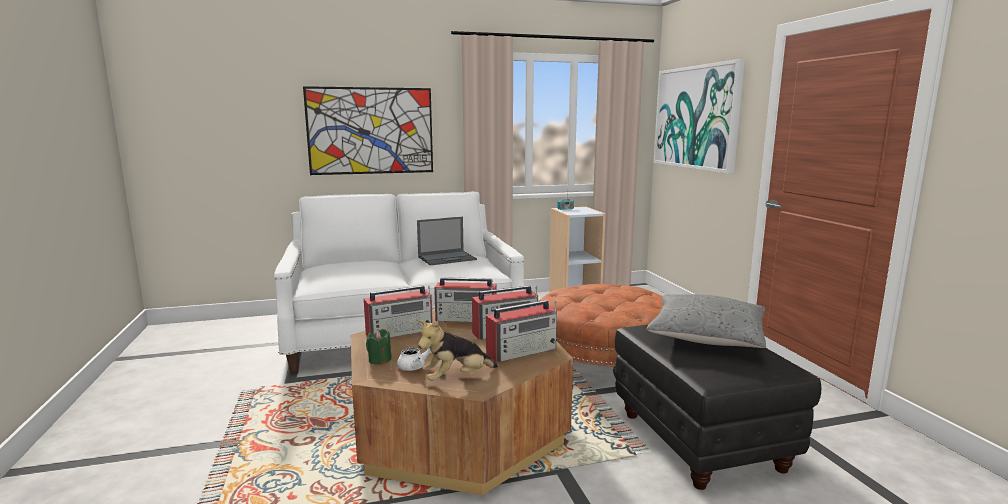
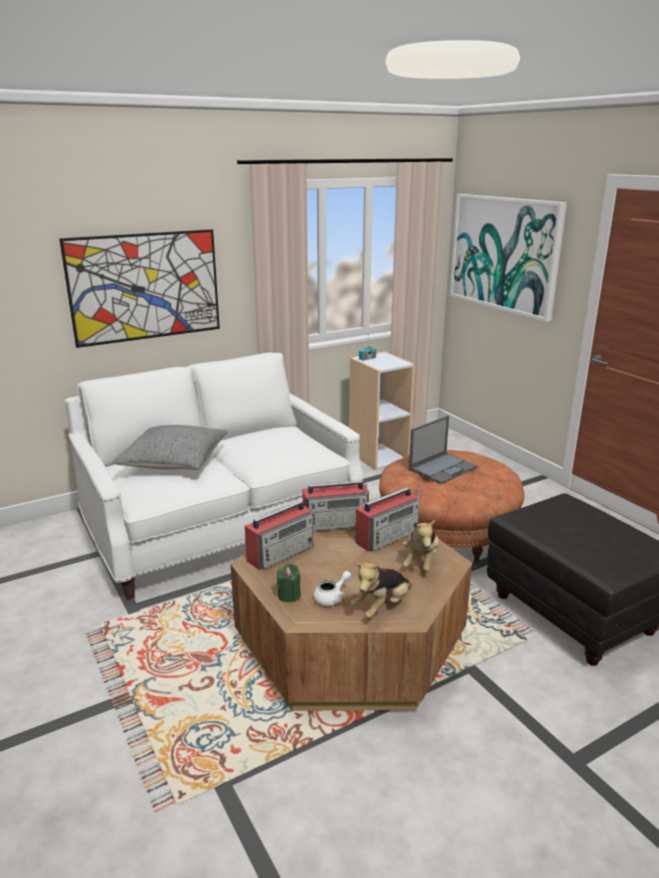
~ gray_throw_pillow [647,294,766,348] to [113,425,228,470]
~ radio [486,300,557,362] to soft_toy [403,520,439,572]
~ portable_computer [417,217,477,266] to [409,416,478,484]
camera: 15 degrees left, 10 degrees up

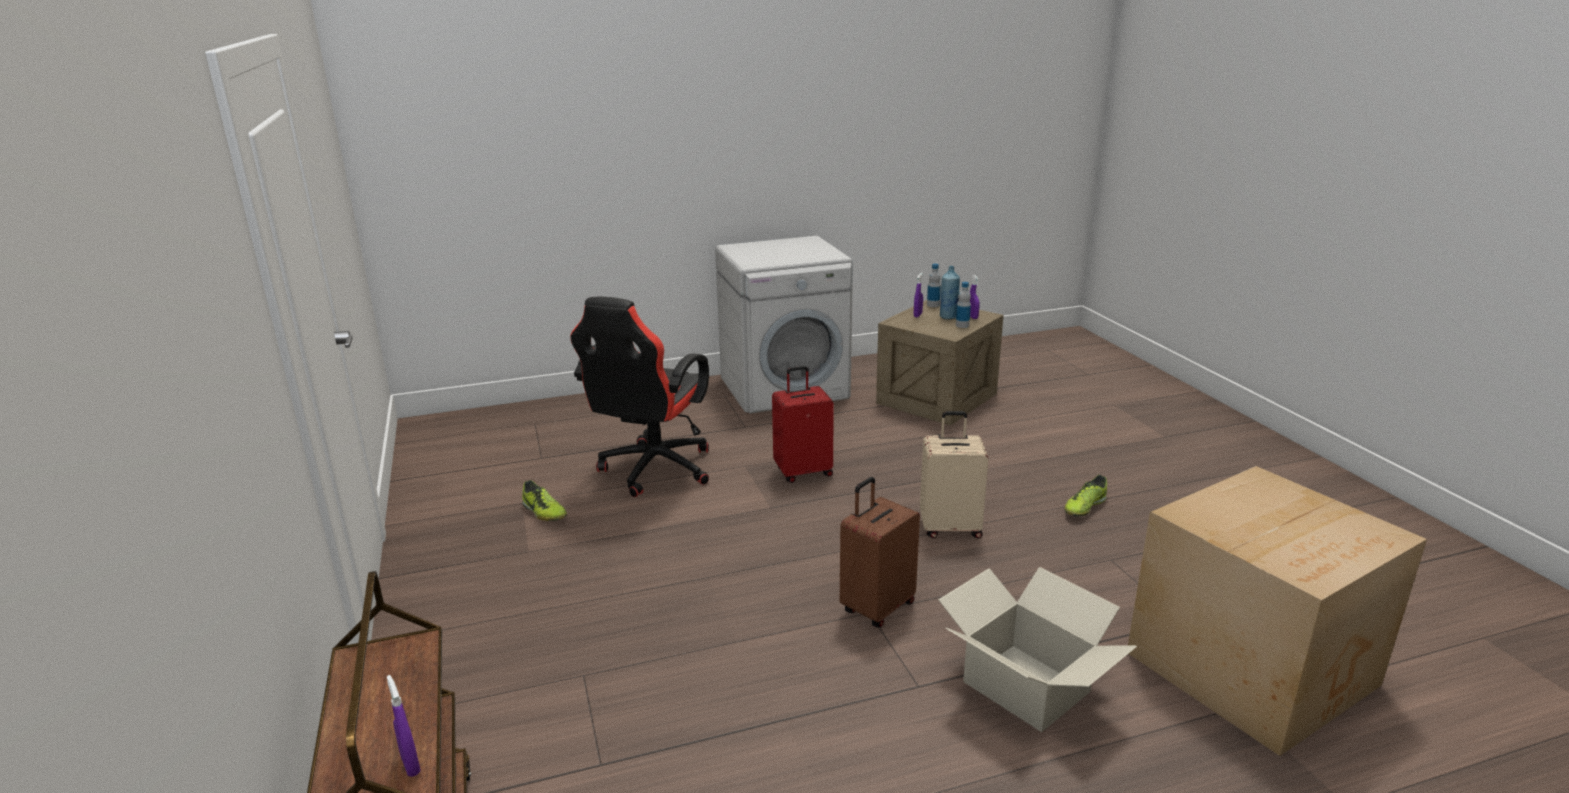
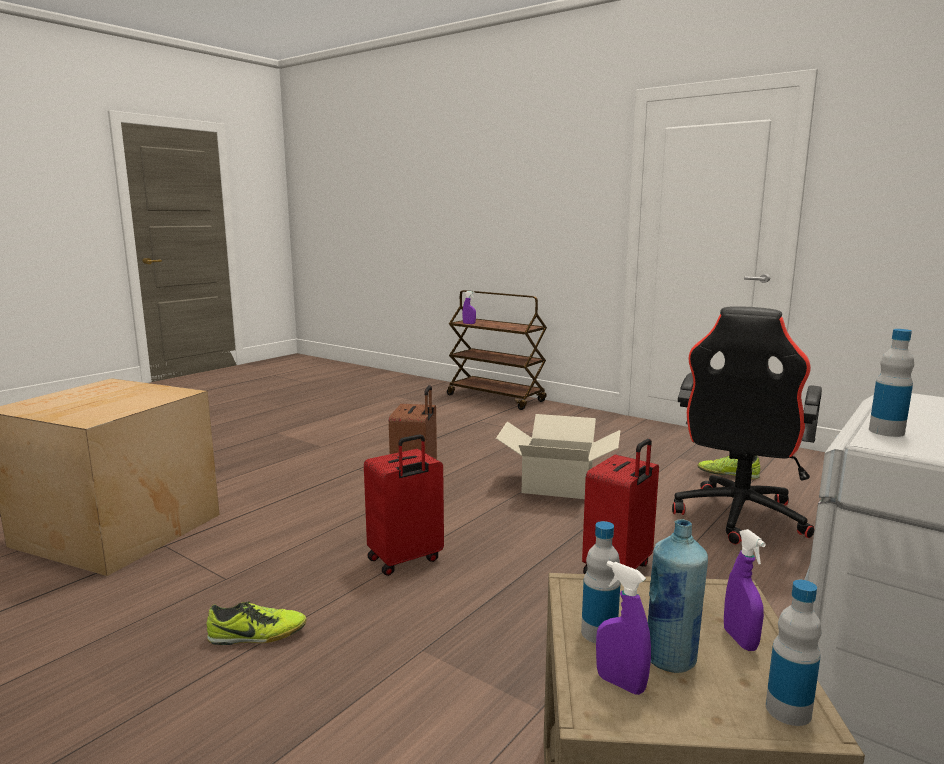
~ item_of_footwear [1064,475,1107,516] = [207,601,307,645] 75 degrees clockwise
~ sand-coloured_travel_case [920,411,988,539] to reddish_travel_case [364,434,444,576]
~ packing_box [938,567,1137,732] to [496,414,621,499]
~ black_computer_chair [570,297,709,497] = [672,306,822,544] 135 degrees counterclockwise
+ drink_bottle [869,329,914,437]
camera: 145 degrees right, 10 degrees down

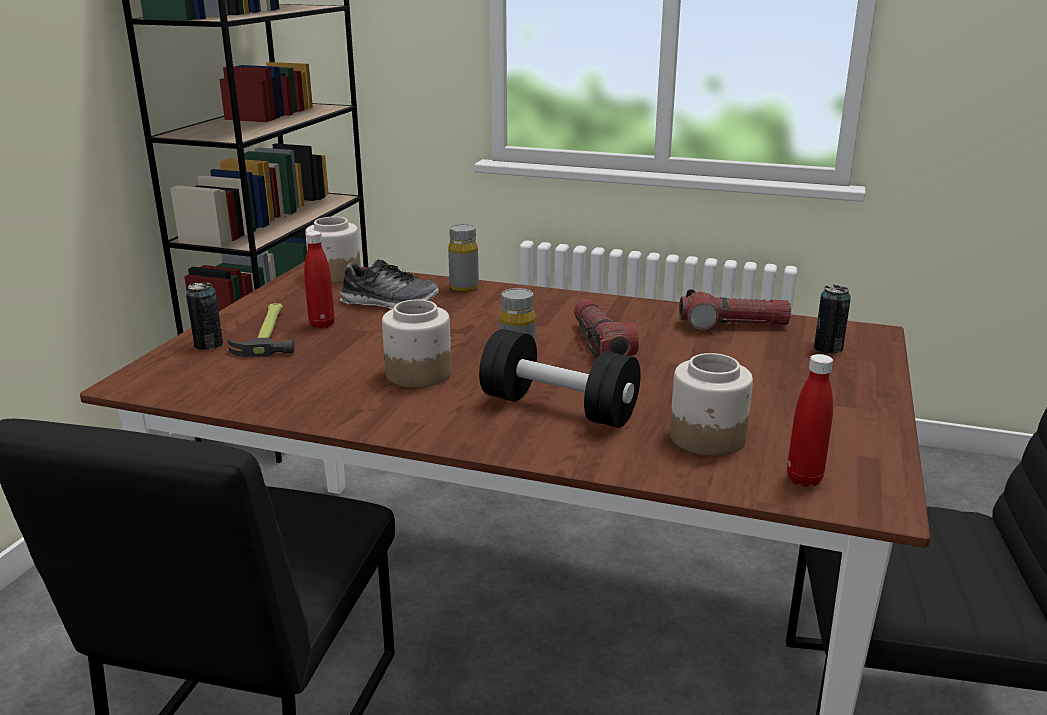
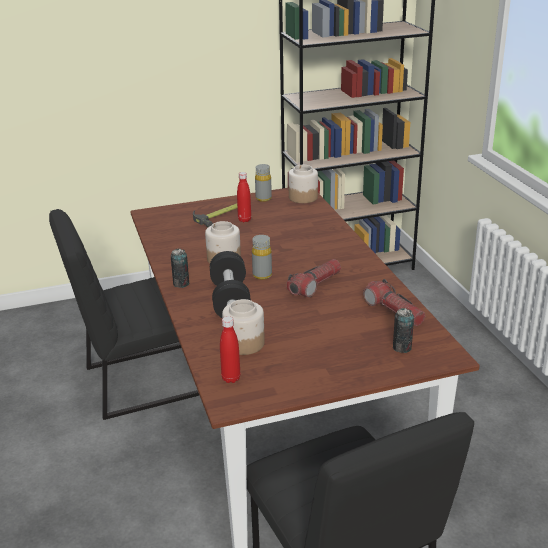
~ metal_can [186,282,223,350] to [171,249,189,288]
~ gray_drink_bottle [448,224,479,292] to [255,164,272,202]
- item_of_footwear [340,259,439,309]
camera: 55 degrees right, 5 degrees up

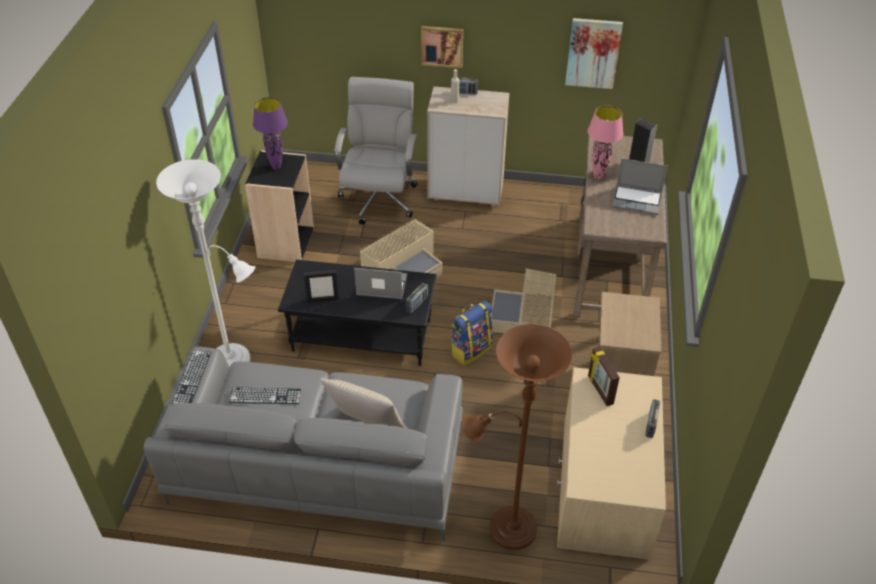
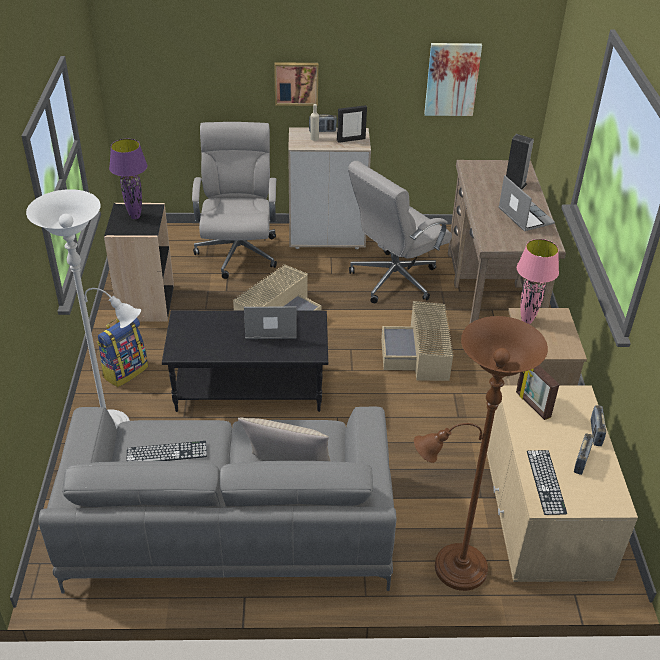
~ knapsack [450,301,493,366] to [97,318,148,387]
~ photo_frame [304,270,339,303] to [337,105,367,143]
+ gray_computer_chair [348,161,452,303]
~ portable_computer [612,158,668,215] = [499,175,555,231] 120 degrees counterclockwise
~ pink-coloured_lamp_for_a_table [588,106,623,179] to [517,239,559,324]
~ keyboard [172,350,211,404] to [527,450,567,515]
~ radio [406,283,428,313] to [574,433,594,475]
camera: 10 degrees left, 5 degrees down

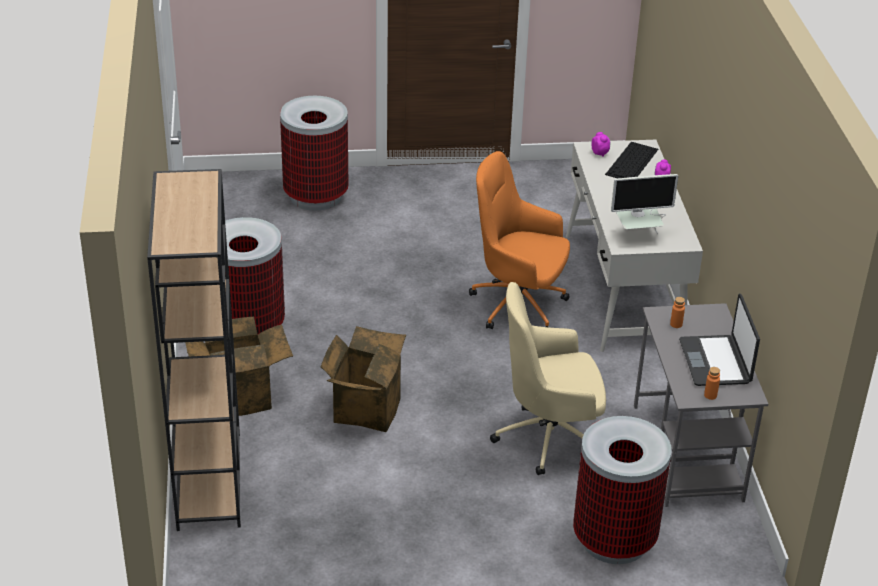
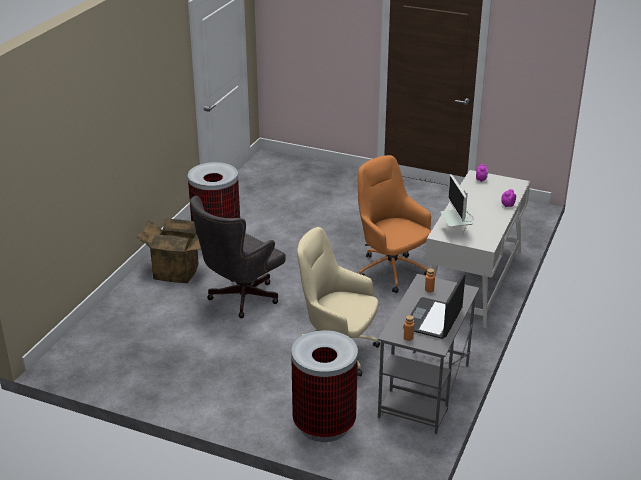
~ packing_box [321,326,406,432] to gray_computer_chair [190,196,286,318]
~ computer_screen [611,174,678,234] = [441,174,473,240] 60 degrees clockwise
- bookcase [147,169,241,531]
- trash_can [280,96,349,211]
- keyboard [605,142,658,178]
camera: 30 degrees right, 5 degrees down

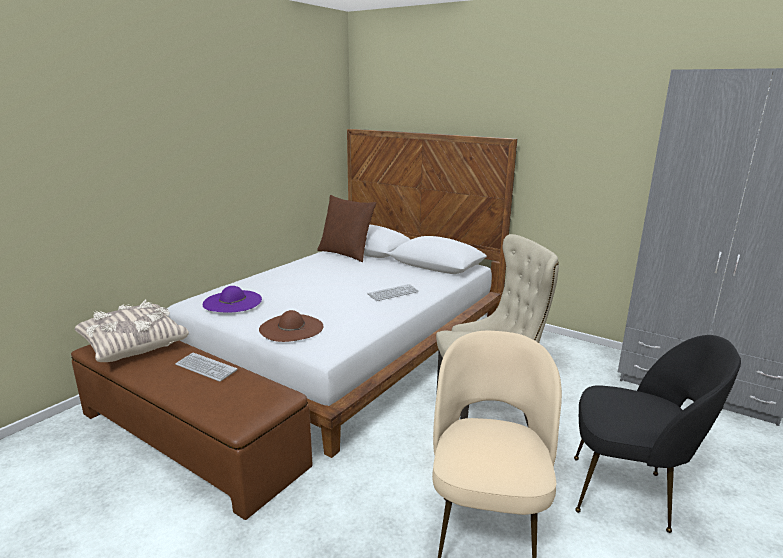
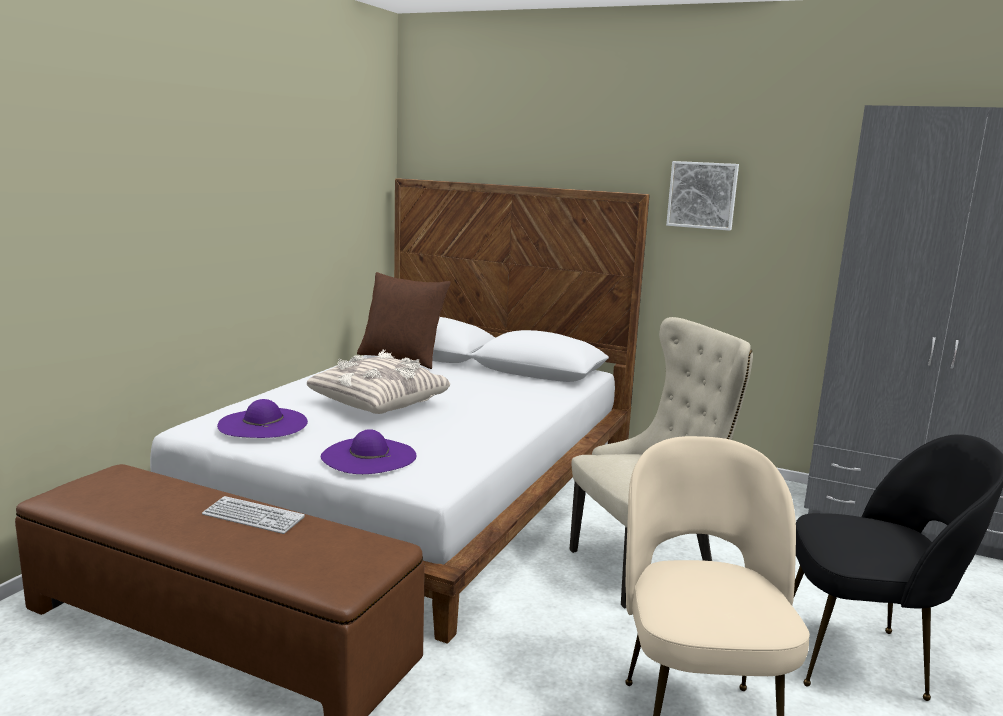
~ sand-coloured_throw_pillow [75,300,189,362] to [307,349,450,414]
~ brown-coloured_wearable_hat [259,310,323,342] to purple-coloured_wearable_hat [321,429,417,474]
+ wall_picture [666,161,739,231]
- keyboard [367,284,419,301]
camera: 10 degrees left, 5 degrees down

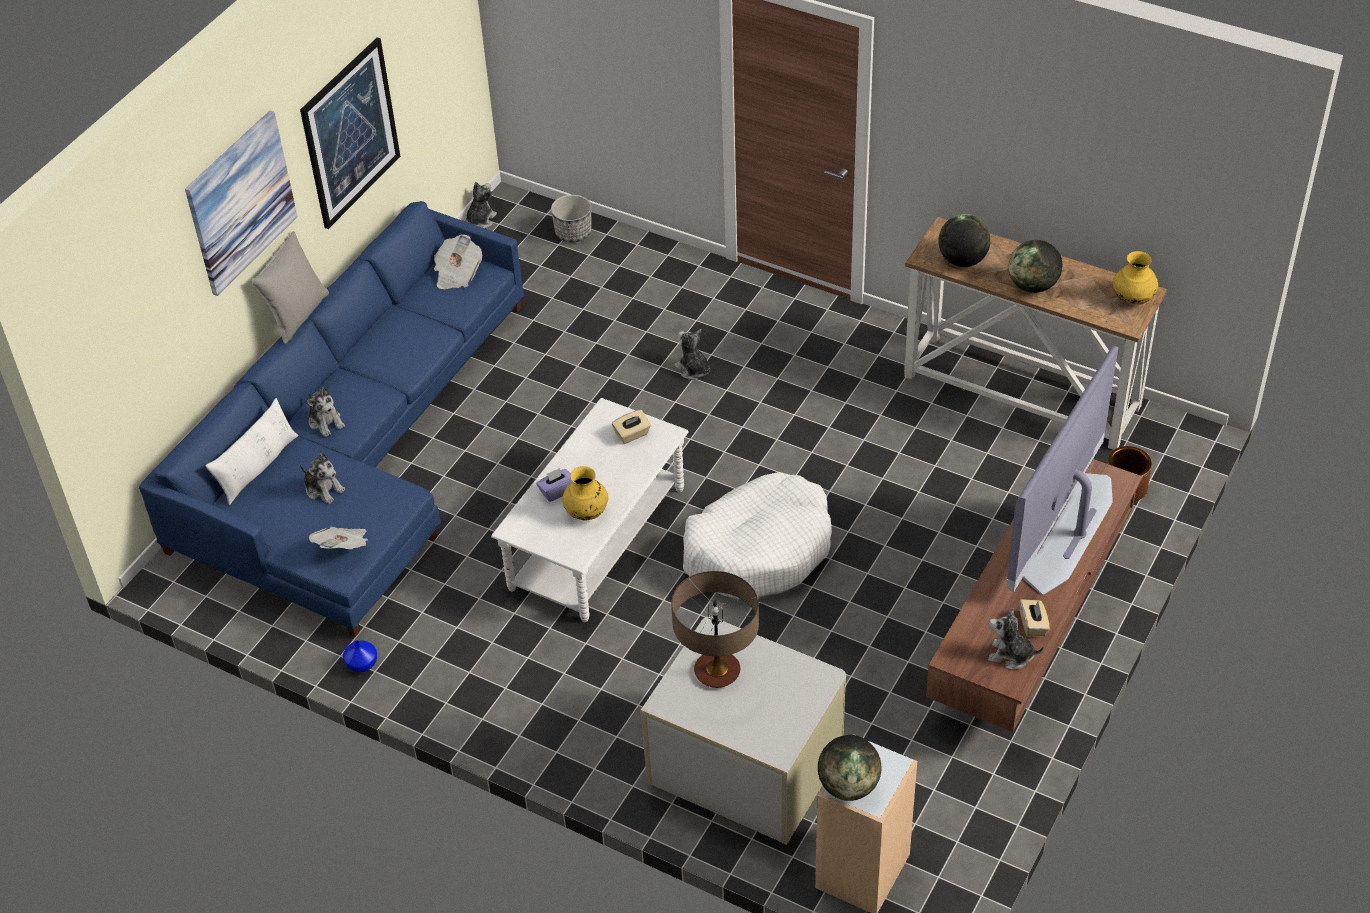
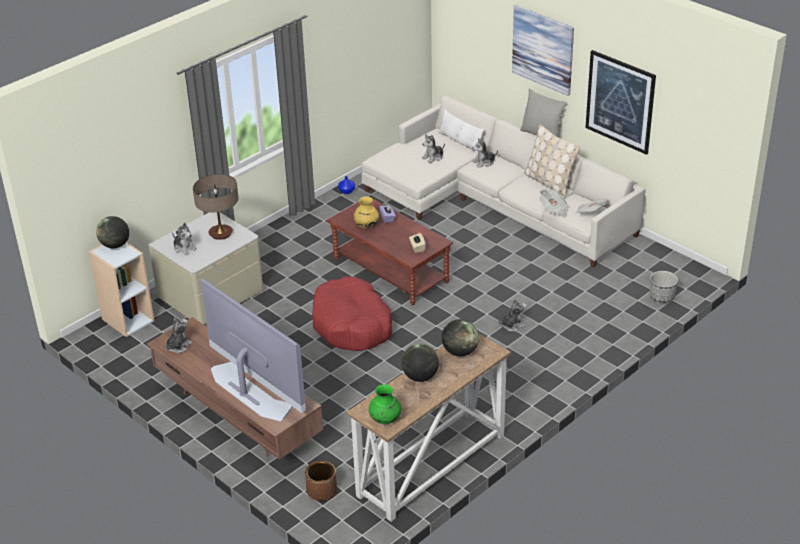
~ soft_toy [466,182,497,229] to [172,223,197,255]
~ white-coloured_dog_cushion [683,472,832,599] to reddish_dog_cushion [312,276,392,351]
~ white-coloured_lounge_table [491,398,689,622] to brown-coloured_lounge_table [327,196,453,305]
~ bluish_settee [139,201,525,637] to white-coloured_settee [362,96,646,268]
~ yellowish_decorative_vase [1113,251,1158,305] to green_decorative_vase [369,384,401,424]
+ sand-coloured_throw_pillow [524,125,580,196]
~ daily_paper [309,527,368,549] to [539,189,570,218]
- sand-coloured_box_of_tissues [1019,599,1050,637]
camera: 105 degrees right, 10 degrees down

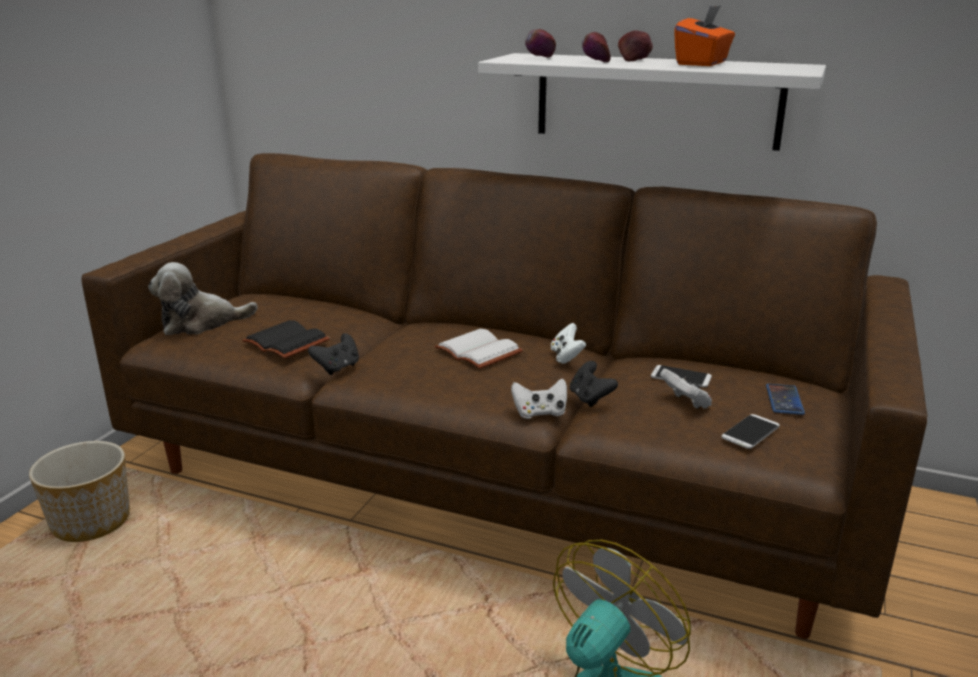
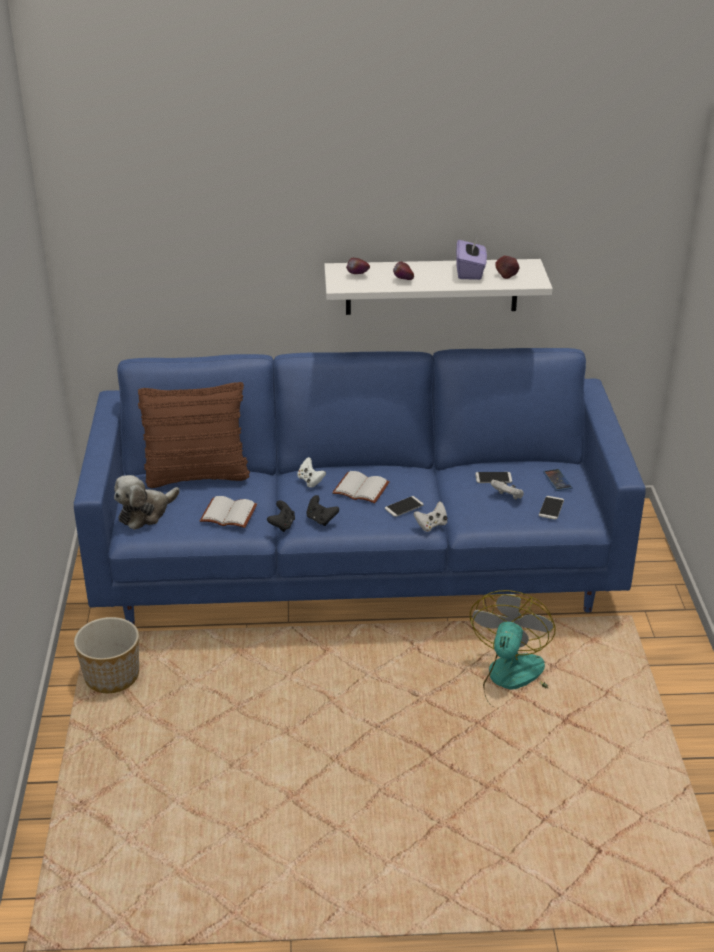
~ brown-coloured_settee [82,153,928,639] to bluish_settee [74,348,646,625]
+ brown-coloured_throw_pillow [137,382,250,488]
~ black_book [242,320,330,359] to white-coloured_book [200,496,257,528]
~ white-coloured_joypad [551,323,586,364] to [297,457,326,488]
~ black_joypad [570,361,618,407] to [306,495,339,526]
+ phone [385,496,424,517]
~ orange-coloured_box_of_tissues [674,5,735,66] to purple-coloured_box_of_tissues [456,238,487,280]
~ apple [618,30,653,62] to [495,255,519,279]
camera: 25 degrees left, 10 degrees up

